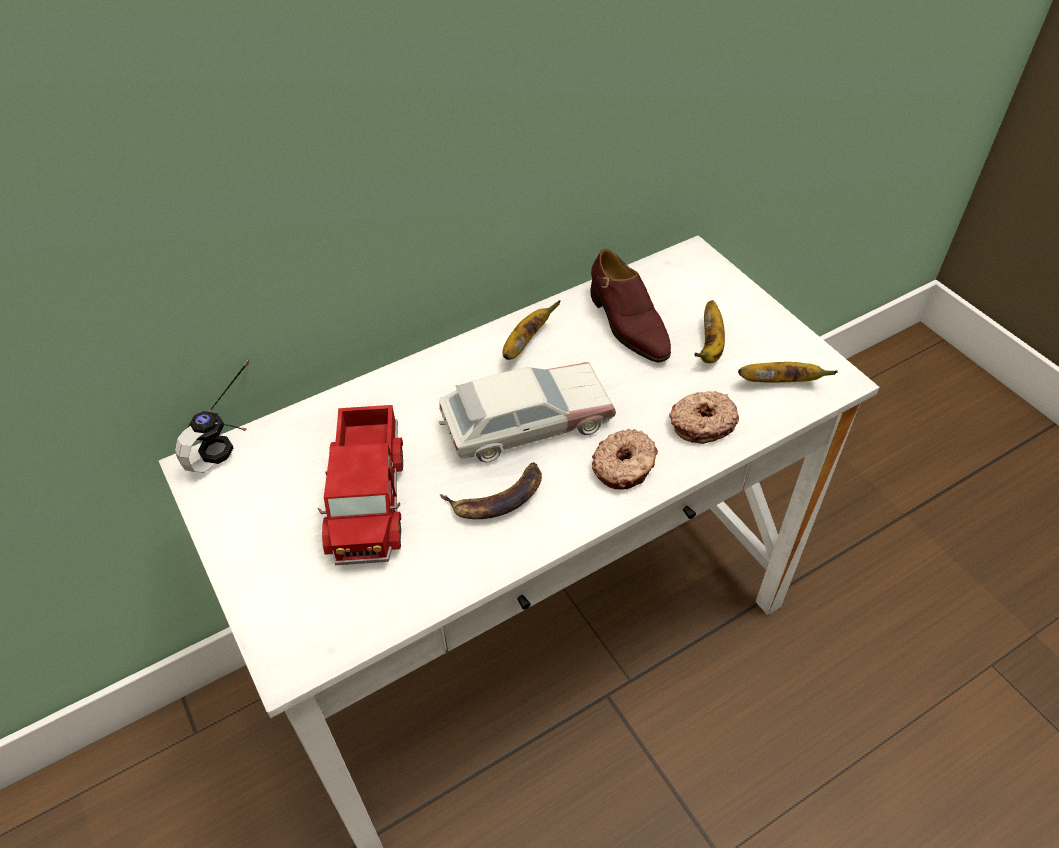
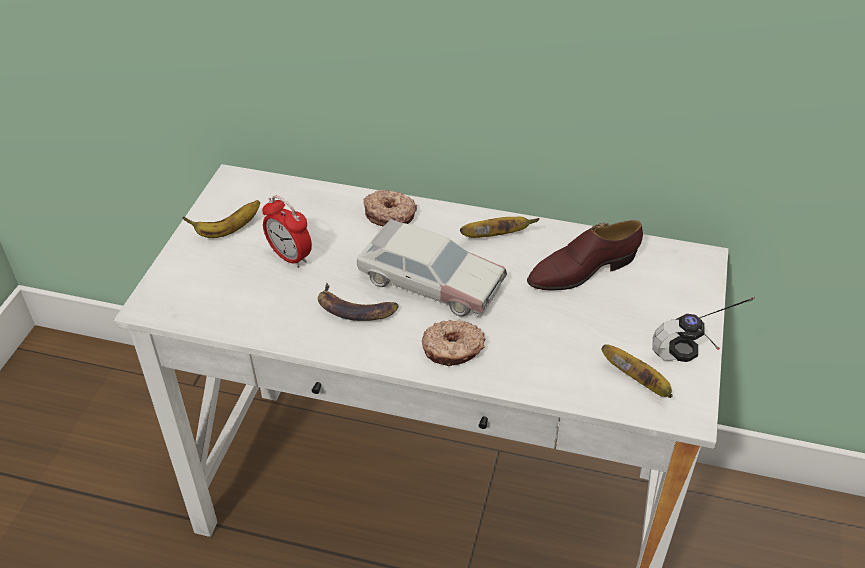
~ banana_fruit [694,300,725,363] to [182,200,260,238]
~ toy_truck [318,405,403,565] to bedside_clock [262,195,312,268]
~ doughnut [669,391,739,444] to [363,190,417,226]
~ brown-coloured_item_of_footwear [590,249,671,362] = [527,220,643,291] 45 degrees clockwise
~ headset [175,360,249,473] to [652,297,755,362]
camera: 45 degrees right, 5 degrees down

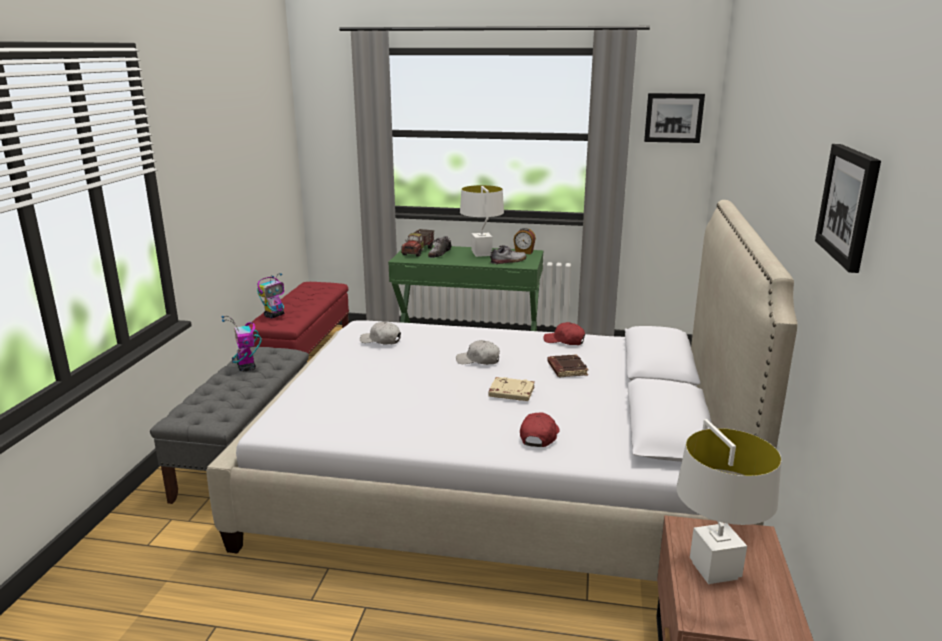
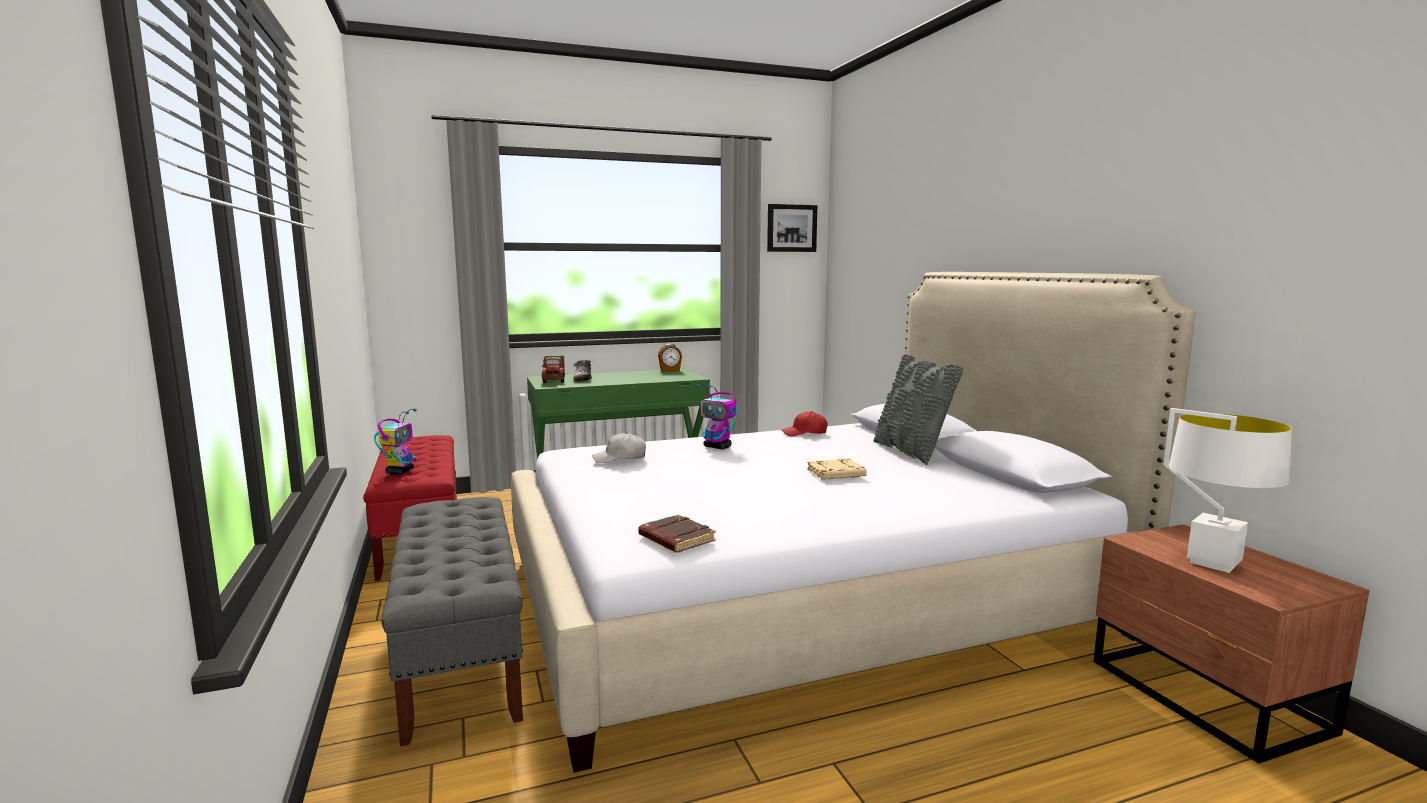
~ brown-coloured_book [547,354,589,377] to [638,515,716,553]
~ model_robot [221,316,262,371] to [697,384,737,449]
+ gray_throw_pillow [874,354,963,465]
- white-coloured_baseball_cap [456,340,500,365]
- white-coloured_lamp_for_a_table [460,185,504,257]
- item_of_footwear [490,245,526,264]
- reddish_baseball_cap [520,412,560,447]
- wall_picture [815,144,881,273]
camera: 30 degrees left, 10 degrees down

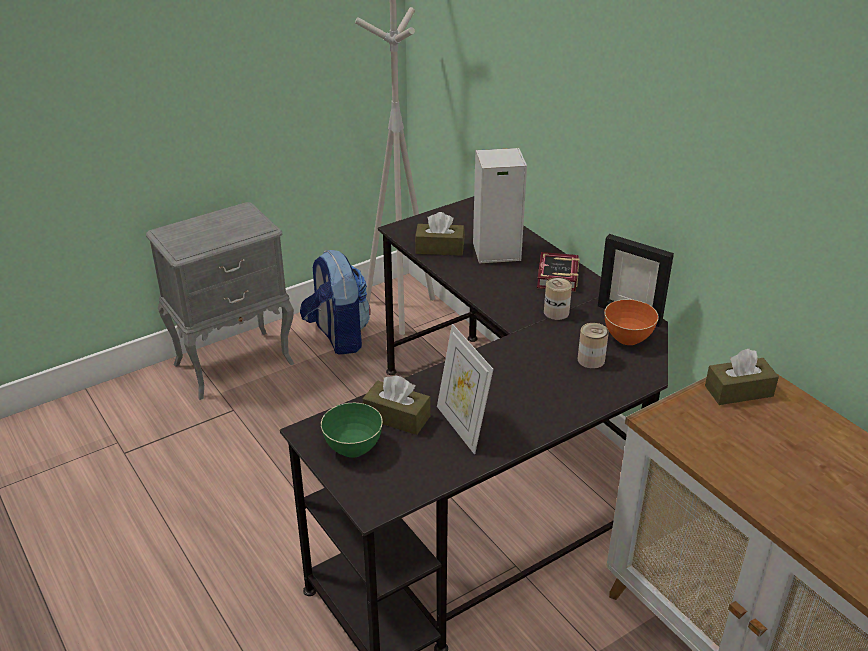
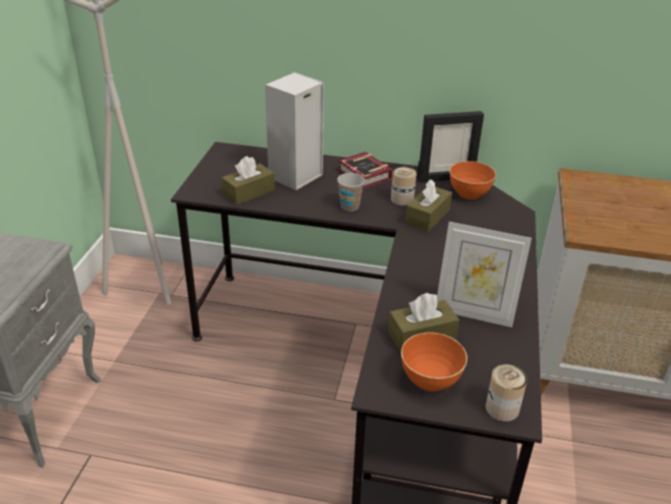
+ small_cup [337,173,365,211]
~ green_serving_bowl [321,403,383,458] to orange-coloured_serving_bowl [401,332,467,391]
~ brown-coloured_box_of_tissues [705,349,779,405] to [405,179,452,232]
~ metal_can [578,323,609,369] to [485,364,527,422]
- knapsack [300,250,370,355]
camera: 45 degrees left, 0 degrees up

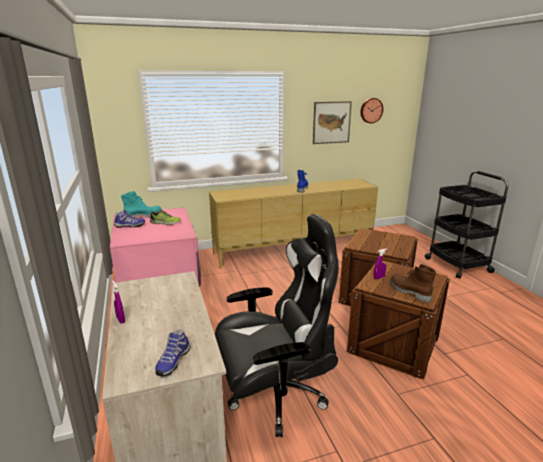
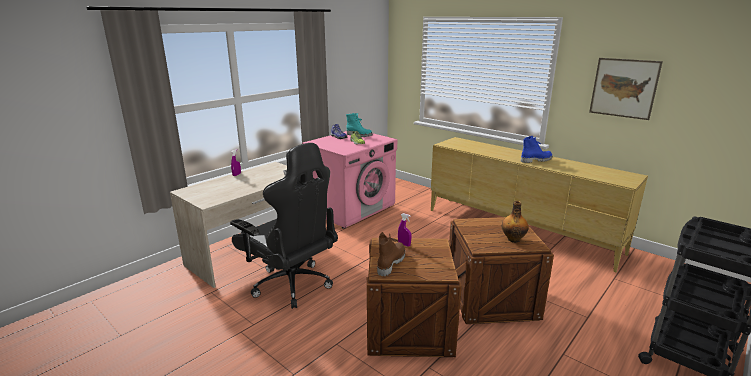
+ drink_bottle [502,201,528,243]
- item_of_footwear [155,329,190,376]
- wall_clock [360,98,383,123]
camera: 60 degrees right, 0 degrees up

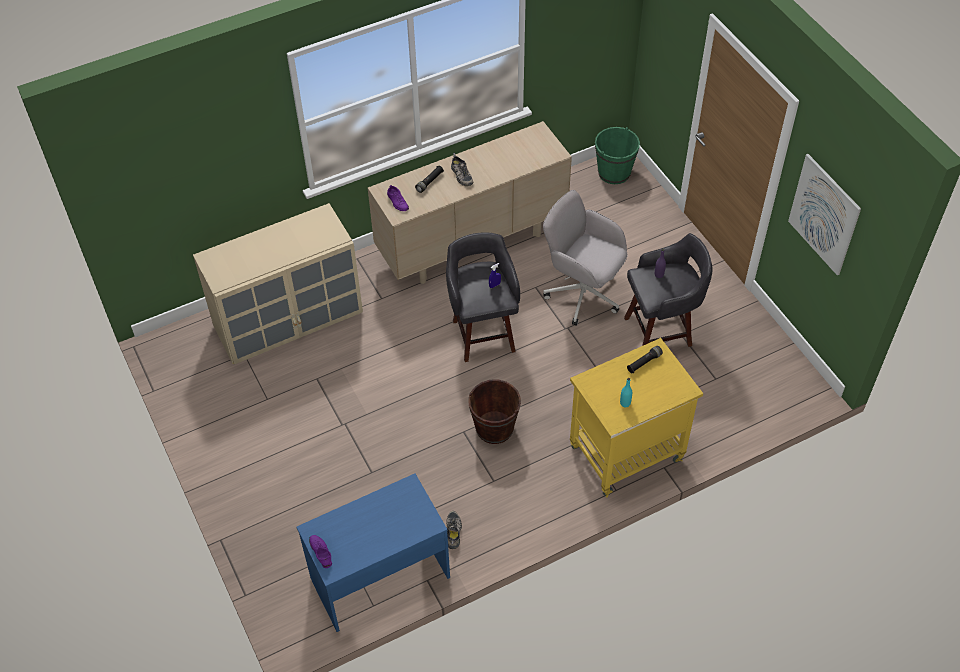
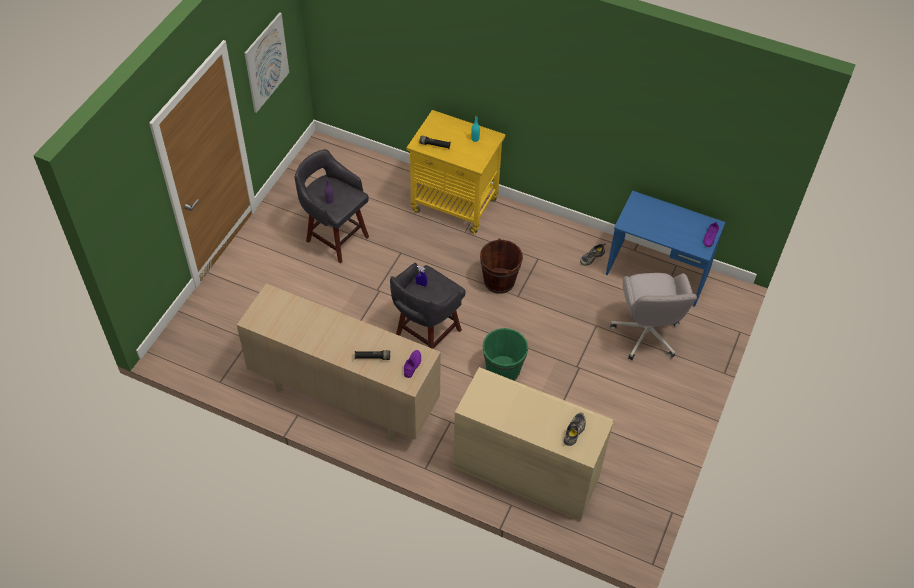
~ green_bucket [595,127,640,184] to [482,328,528,381]
~ item_of_footwear [451,153,473,186] to [564,412,586,446]
~ gray_computer_chair [543,190,628,326] to [610,273,697,360]
camera: 130 degrees left, 0 degrees up

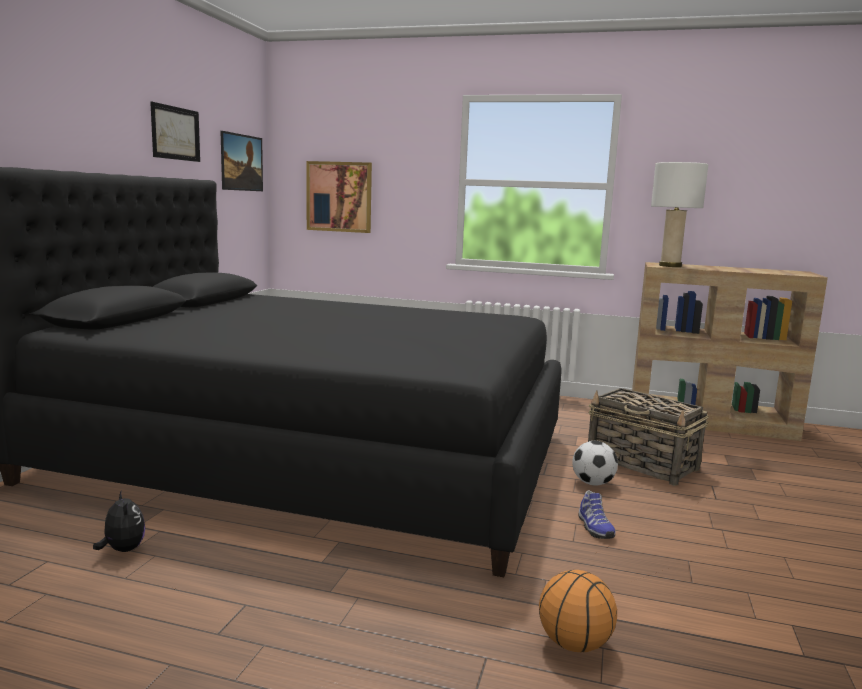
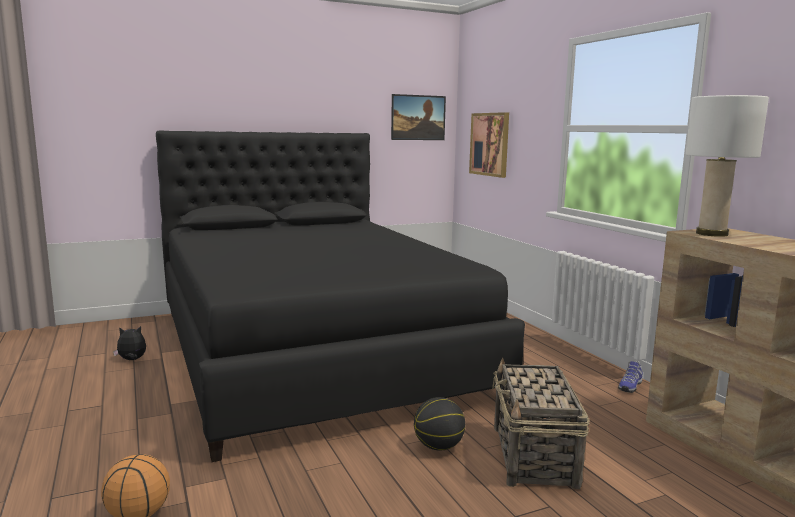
~ soft_toy [93,491,145,552] = [113,326,146,360] 120 degrees counterclockwise
~ football_ball [572,441,618,486] to basketball [414,397,465,451]
~ item_of_footwear [578,490,615,539] to [618,361,643,393]
- wall_picture [150,102,200,162]
camera: 50 degrees right, 0 degrees up

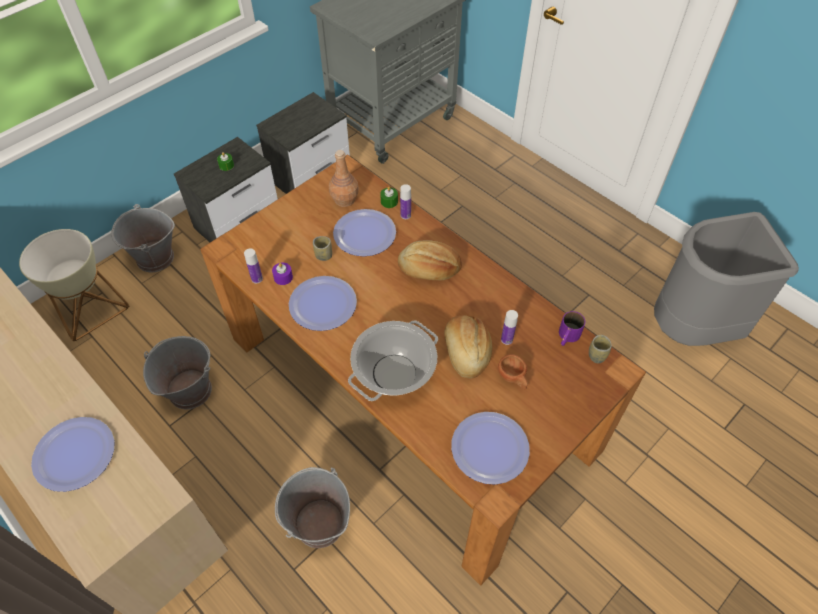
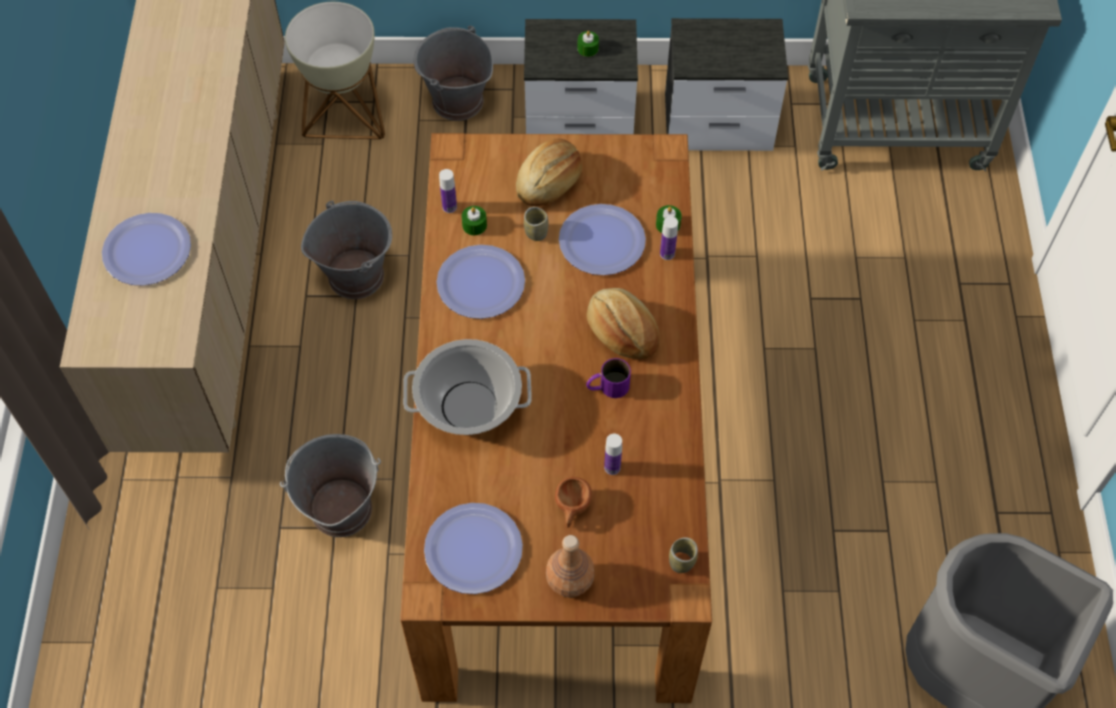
~ purple-coloured_candle [272,263,293,285] to green_candle [462,206,487,235]
~ bread [444,315,492,378] to [516,138,582,206]
~ brown-coloured_drink_bottle [329,150,359,207] to [546,535,594,598]
~ purple-coloured_coffee_mug [559,311,585,346] to [586,358,631,398]
camera: 45 degrees right, 5 degrees up

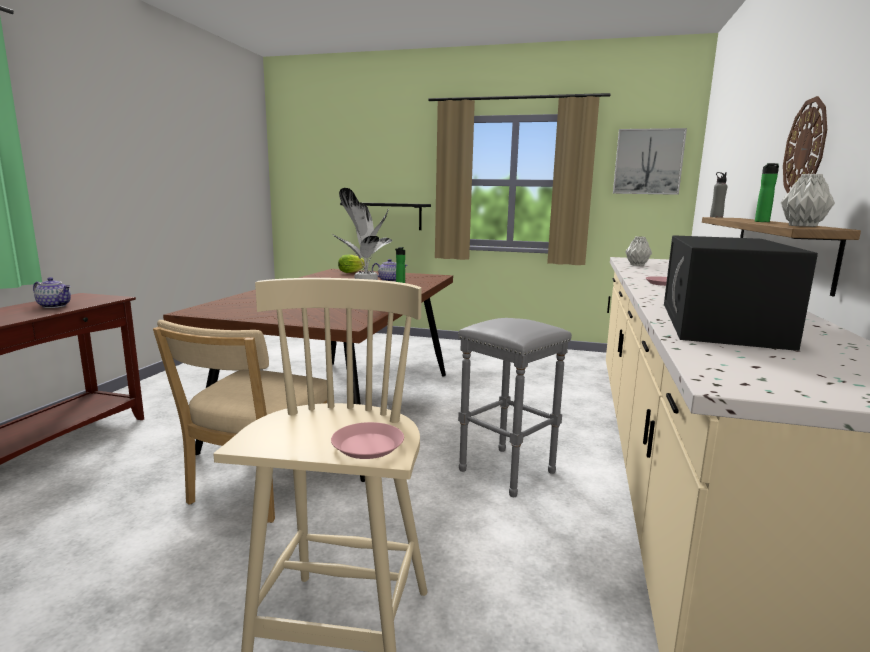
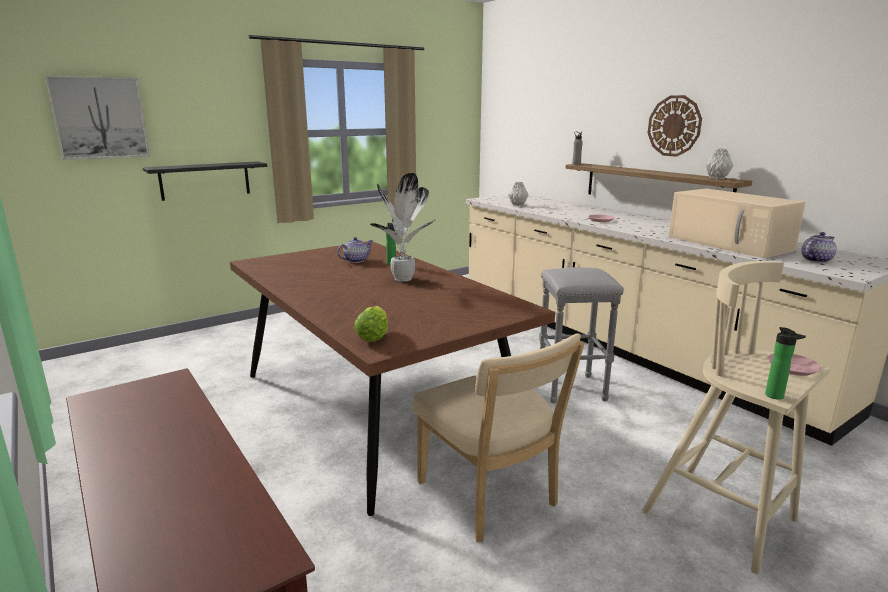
~ wall_picture [613,128,687,195] to [46,76,150,160]
~ lettuce [338,255,365,273] to [354,306,388,342]
~ black_kitchen_microwave [664,235,818,351] to sand-coloured_kitchen_microwave [669,189,806,258]
~ drink_bottle [755,163,779,222] to [765,327,806,400]
~ tea_pot [33,277,71,308] to [802,232,837,263]
camera: 50 degrees left, 5 degrees up

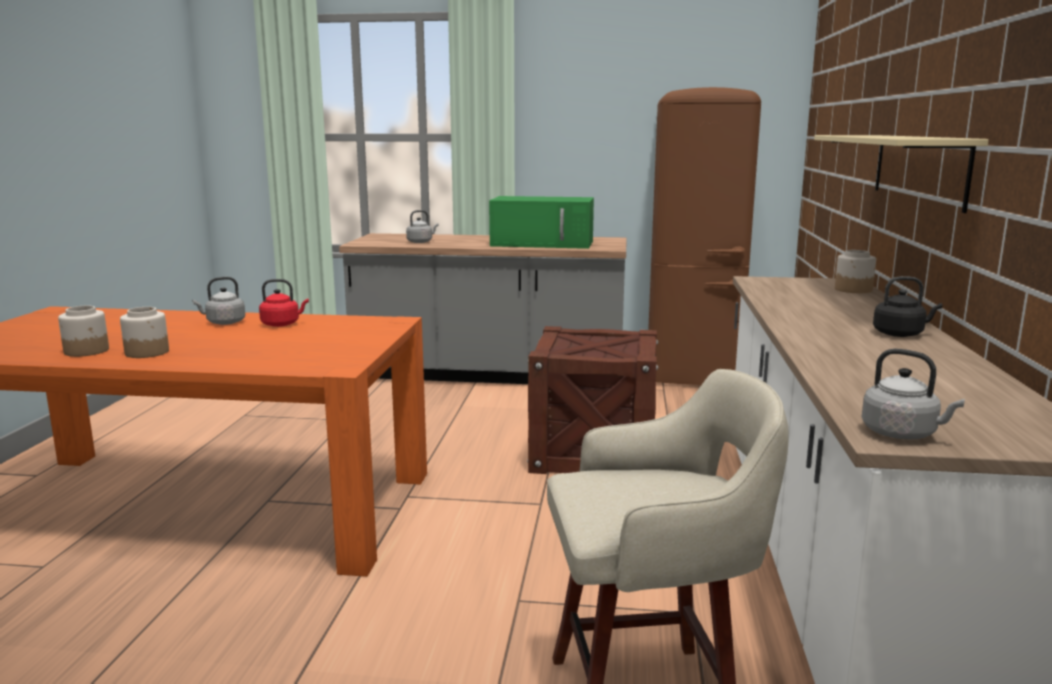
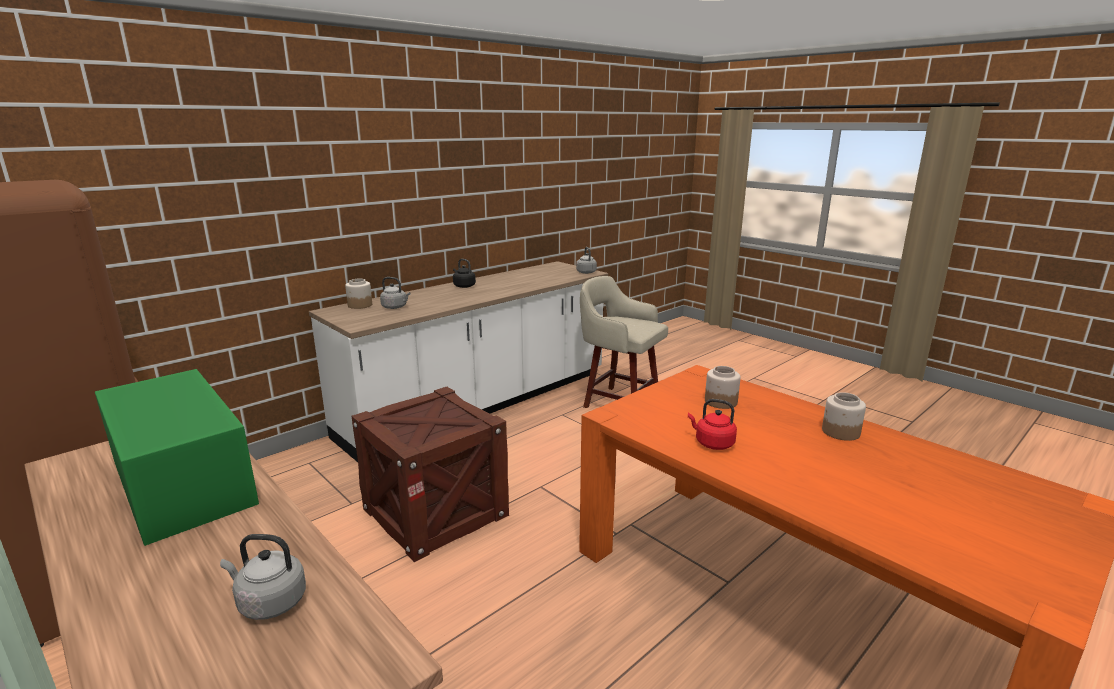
~ gray_tea_kettle [192,277,245,325] to [380,277,411,309]
~ preserve_jar [58,306,109,357] to [705,366,741,409]
- sand-coloured_shelf [814,135,989,213]
camera: 140 degrees left, 5 degrees up

